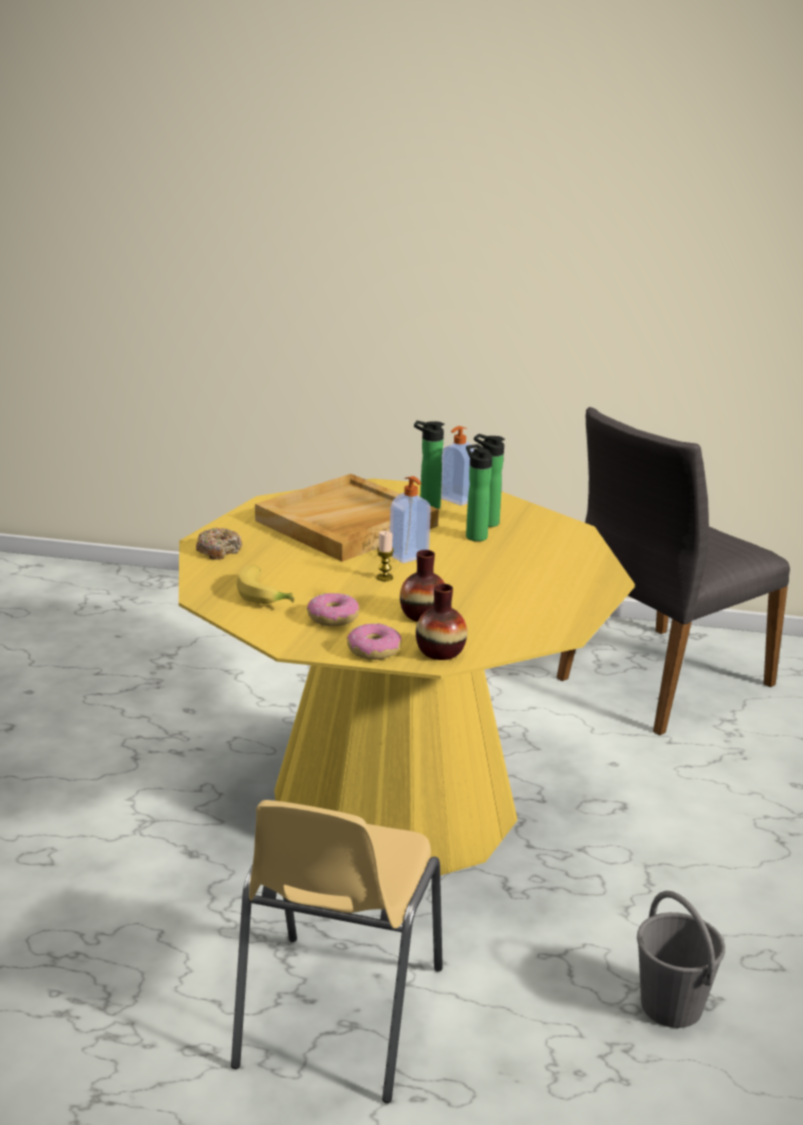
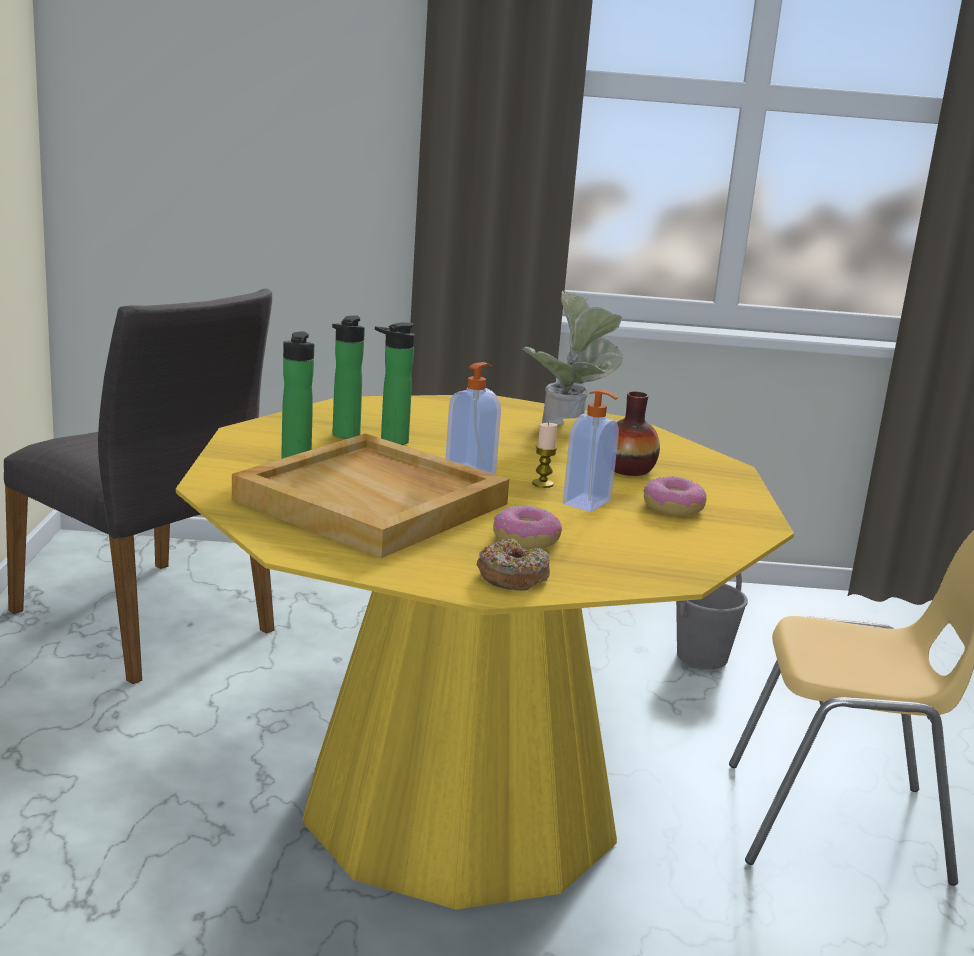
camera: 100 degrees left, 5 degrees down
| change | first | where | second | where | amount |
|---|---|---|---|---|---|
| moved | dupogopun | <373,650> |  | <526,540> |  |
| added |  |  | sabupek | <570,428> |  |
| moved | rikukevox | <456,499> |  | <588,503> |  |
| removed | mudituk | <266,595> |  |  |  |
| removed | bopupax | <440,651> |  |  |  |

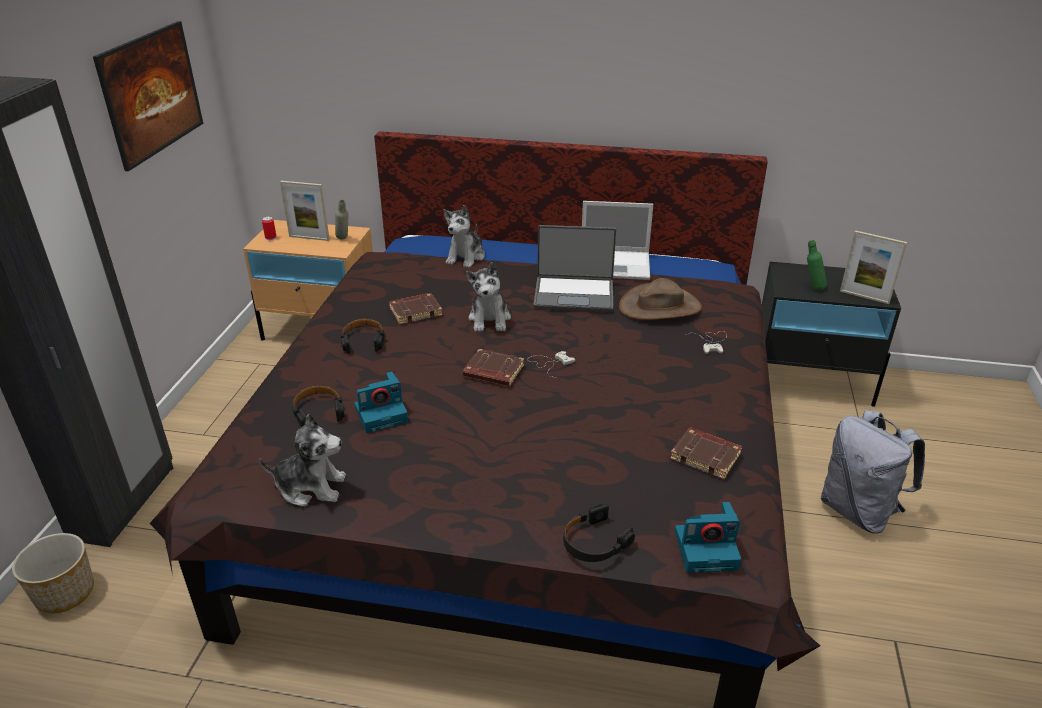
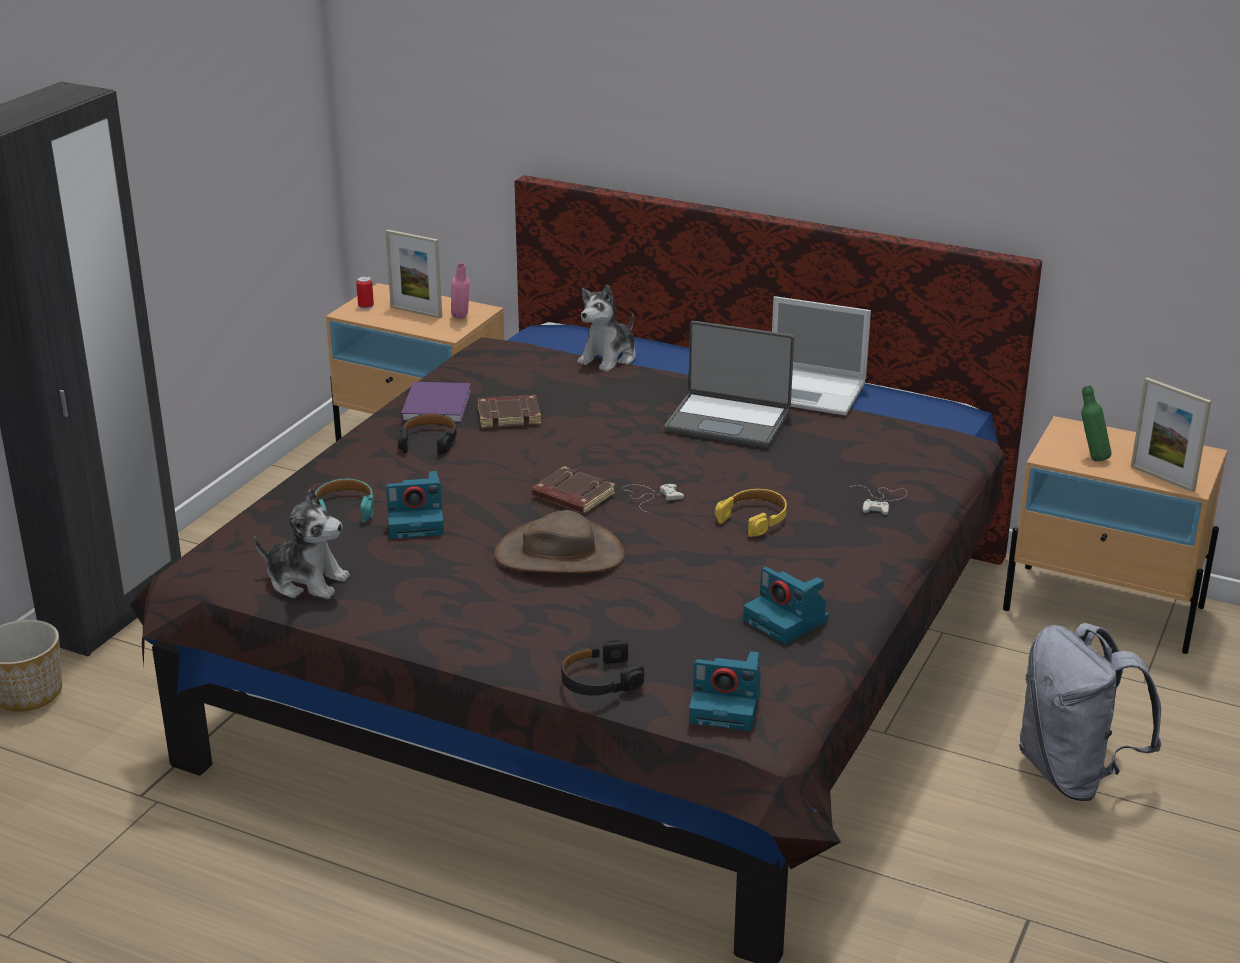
camera: 15 degrees right, 5 degrees down
| change | first | where | second | where | amount |
|---|---|---|---|---|---|
| recoloured | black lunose | <318,411> | turquoise lunose | <344,509> |  |
| added |  |  | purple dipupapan | <437,404> |  |
| recoloured | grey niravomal | <344,240> | pink niravomal | <461,319> |  |
| moved | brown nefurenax | <660,307> |  | <559,554> |  |
| added |  |  | yellow lunose | <754,518> |  |
| replaced | brown dipupapan | <706,456> | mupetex | <787,620> |  |
| recoloured | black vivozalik | <809,382> | beige vivozalik | <1104,608> |  |
| removed | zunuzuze | <158,120> |  |  |  |
| removed | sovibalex | <490,319> |  |  |  |

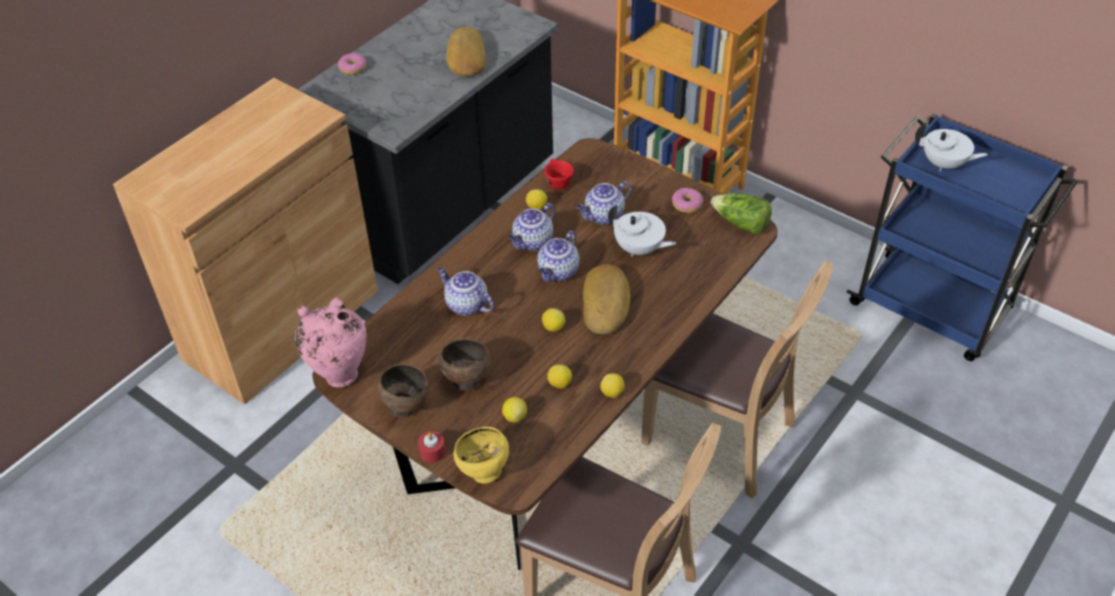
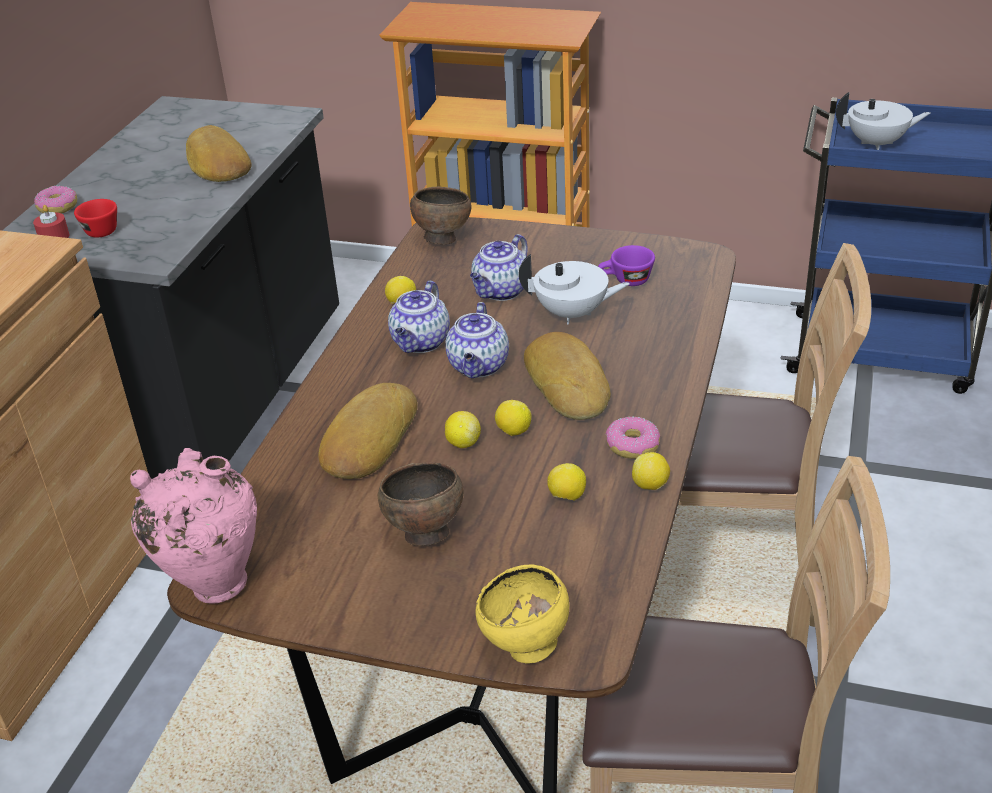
camera: 20 degrees left, 10 degrees down
| change | first | where | second | where | amount |
|---|---|---|---|---|---|
| moved | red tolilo | <432,451> |  | <54,237> |  |
| moved | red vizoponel | <557,181> |  | <98,230> |  |
| replaced | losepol | <465,305> | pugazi | <367,440> |  |
| moved | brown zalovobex | <405,406> |  | <442,239> |  |
| moved | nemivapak | <514,416> |  | <463,443> |  |
| added |  |  | purple vizoponel | <626,281> |  |
| moved | dupogopun | <686,205> |  | <632,445> |  |
| removed | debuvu | <741,224> |  |  |  |

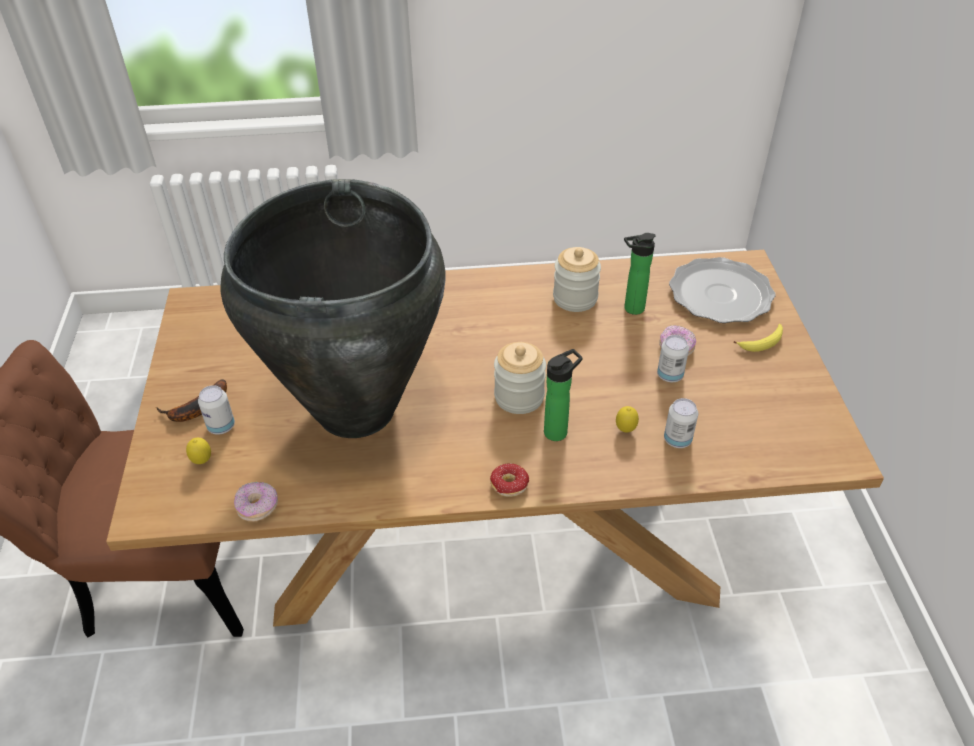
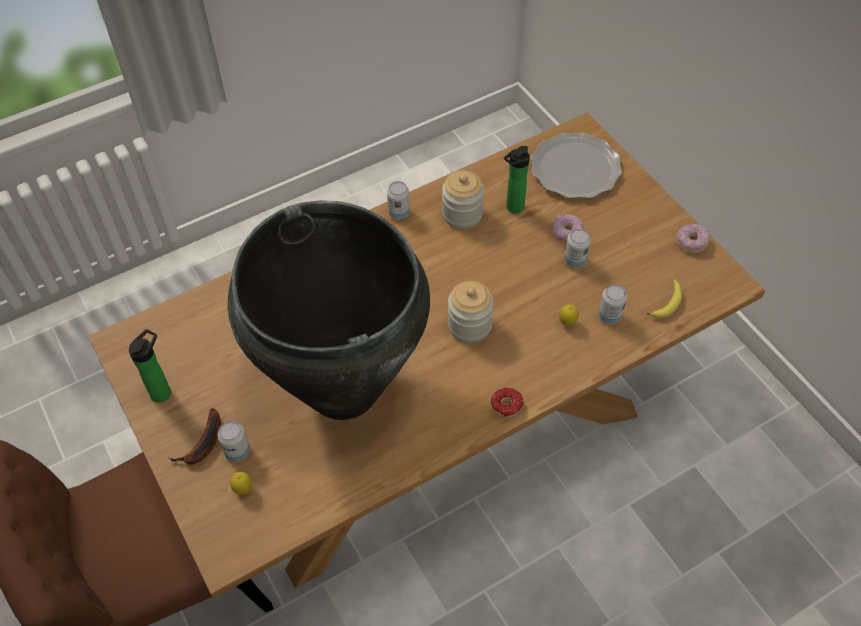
camera: 25 degrees left, 10 degrees up
| change | first | where | second | where | amount |
|---|---|---|---|---|---|
| moved | niravomal | <558,431> |  | <163,391> |  |
| added |  |  | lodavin | <399,213> |  |
| moved | mudituk | <762,342> |  | <667,303> |  |
| moved | dupogopun | <258,507> |  | <691,243> |  |

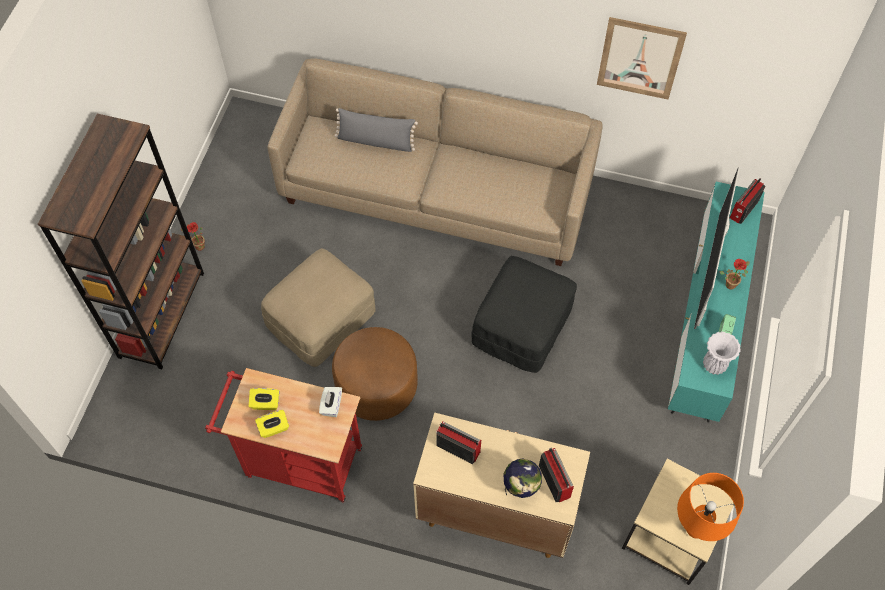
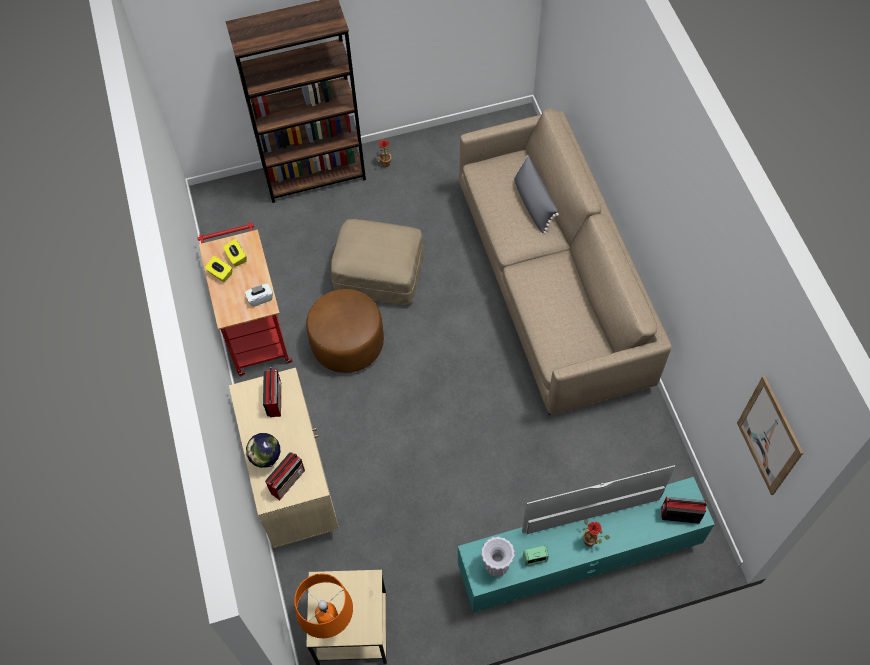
camera: 60 degrees right, 0 degrees up
| change | first | where | second | where | amount |
|---|---|---|---|---|---|
| moved | zunuzuze | <640,58> |  | <769,436> |  |
| removed | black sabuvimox | <522,326> |  |  |  |

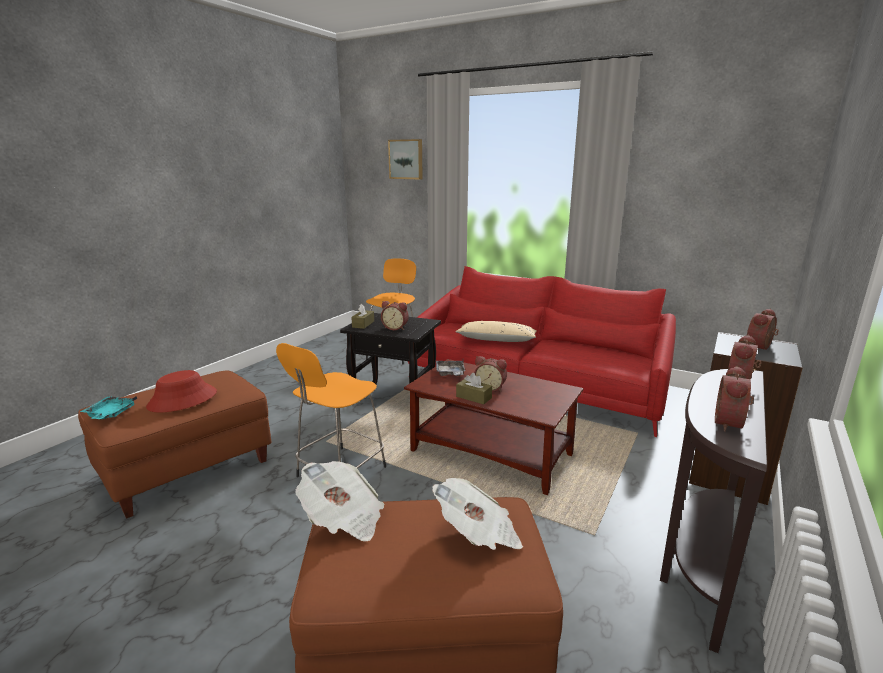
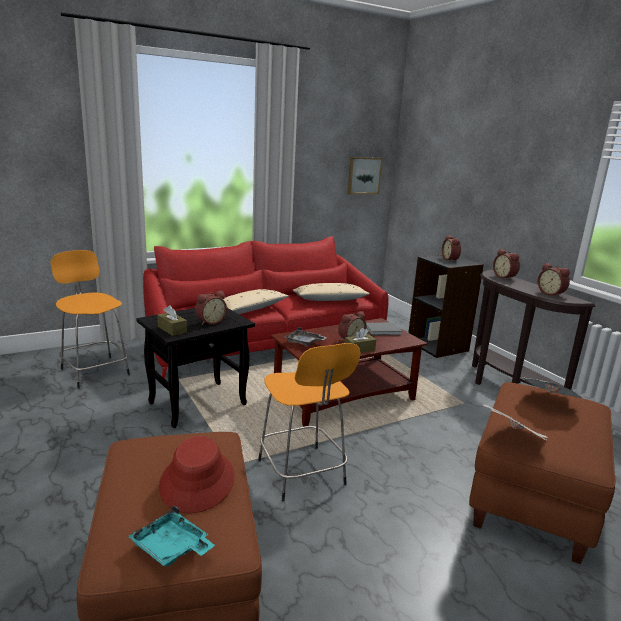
camera: 60 degrees left, 0 degrees up
| change | first | where | second | where | amount |
|---|---|---|---|---|---|
| added |  |  | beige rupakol | <329,300> |  |
| moved | zunuzuze | <406,159> |  | <363,175> |  |
| added |  |  | grey dipupapan | <384,330> |  |

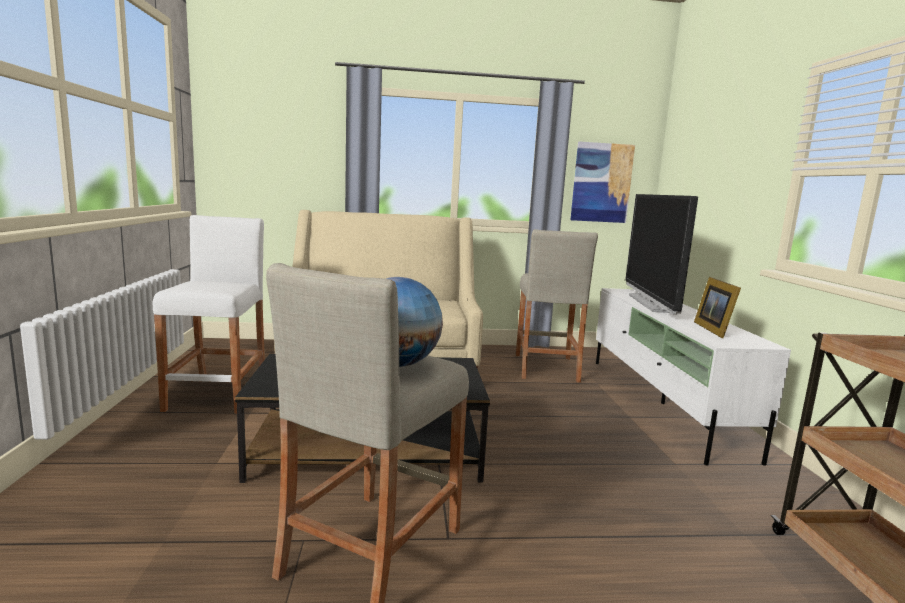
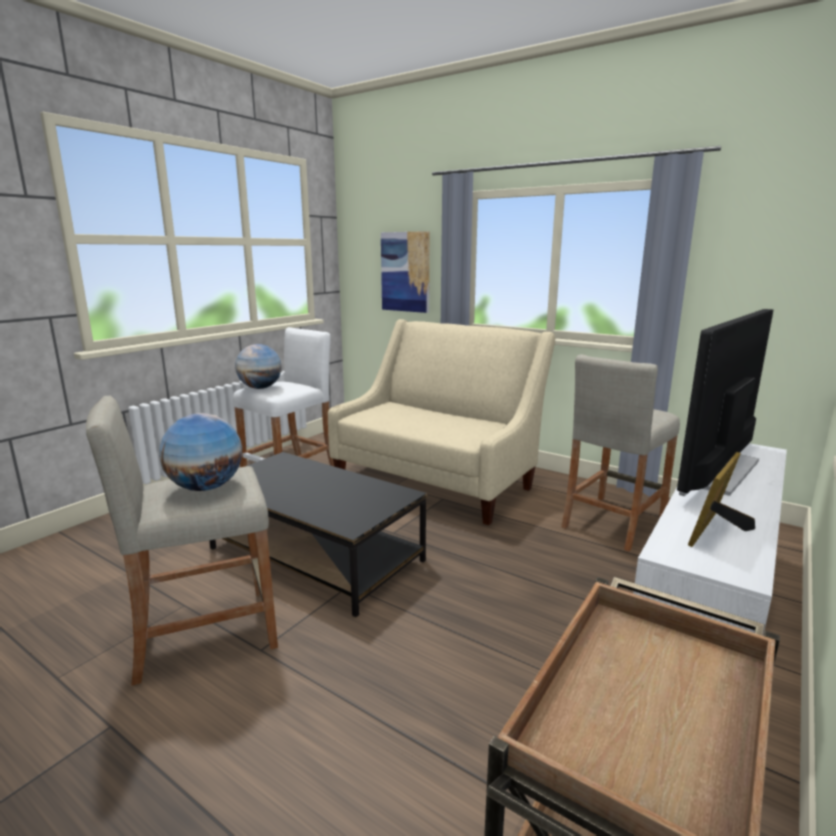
camera: 40 degrees right, 5 degrees up
| change | first | where | second | where | amount |
|---|---|---|---|---|---|
| added |  |  | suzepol | <260,388> |  |
| moved | zunuzuze | <601,183> |  | <405,272> |  |

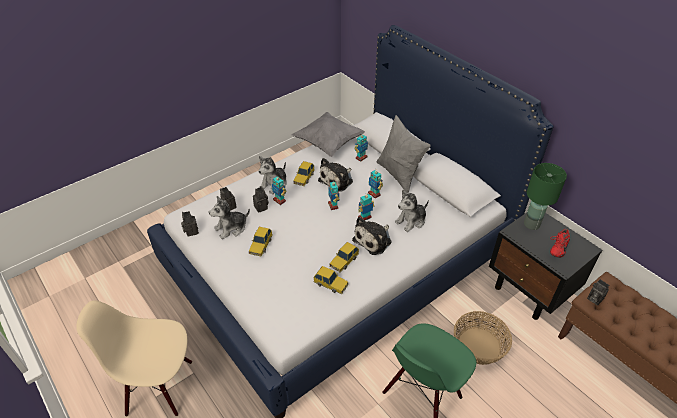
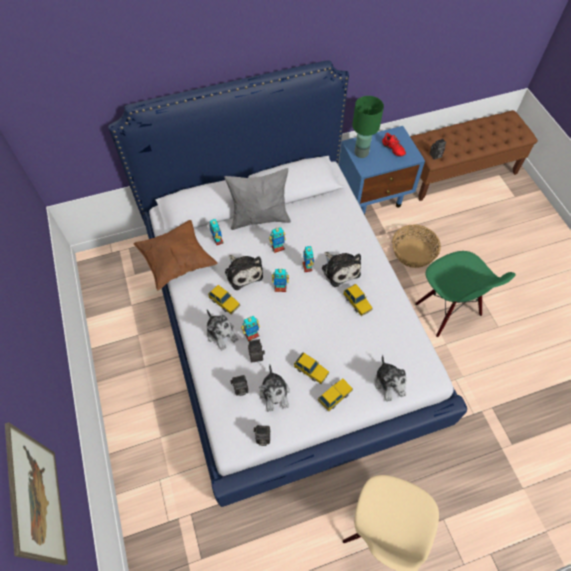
camera: 70 degrees left, 15 degrees up
| change | first | where | second | where | amount |
|---|---|---|---|---|---|
| added |  |  | zunuzuze | <35,497> |  |
| recoloured | grey rupakol | <328,143> | brown rupakol | <177,261> |  |
| moved | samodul | <331,284> |  | <335,395> |  |
| recoloured | black vivozalik | <530,291> | blue vivozalik | <373,196> |  |
| moved | sovibalex | <411,221> |  | <389,383> |  |

